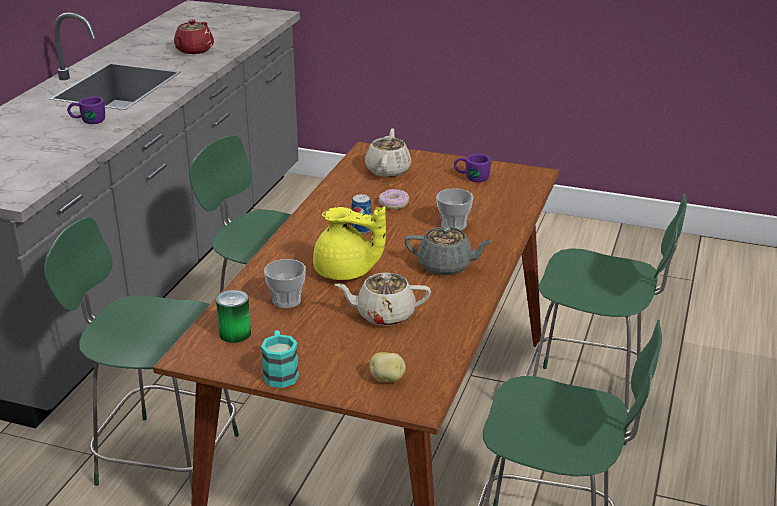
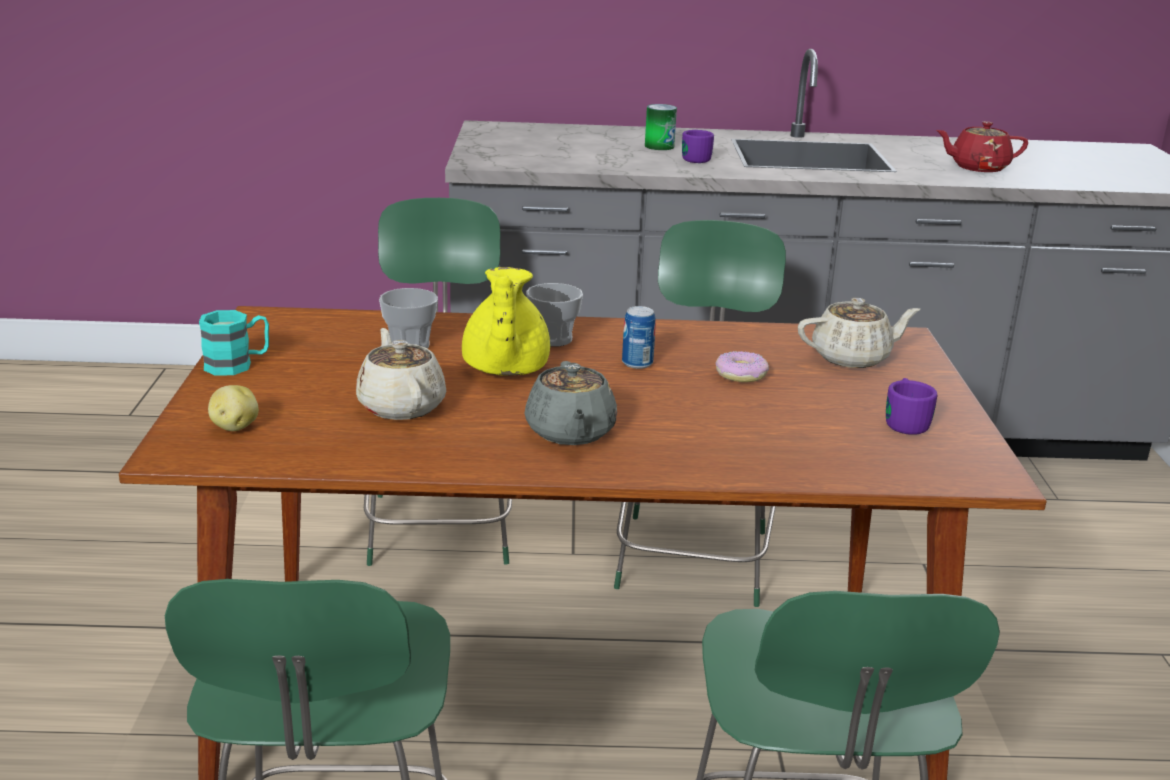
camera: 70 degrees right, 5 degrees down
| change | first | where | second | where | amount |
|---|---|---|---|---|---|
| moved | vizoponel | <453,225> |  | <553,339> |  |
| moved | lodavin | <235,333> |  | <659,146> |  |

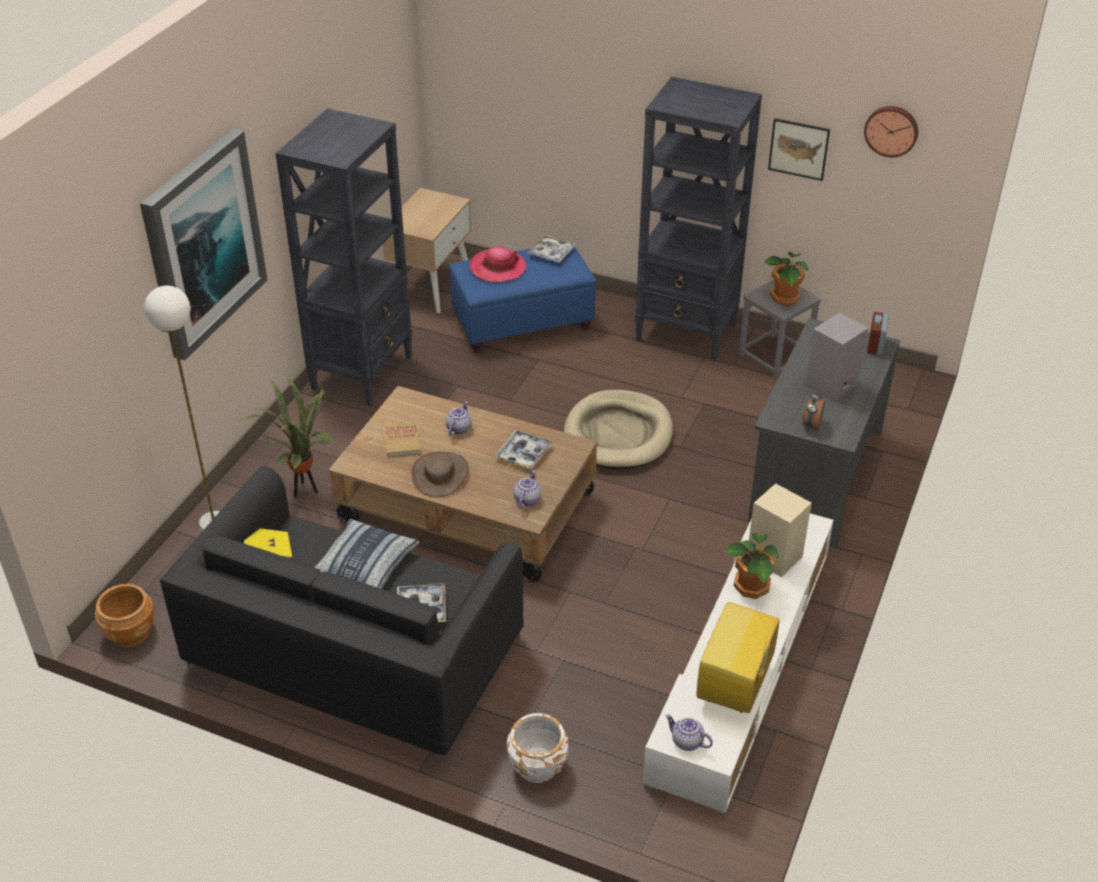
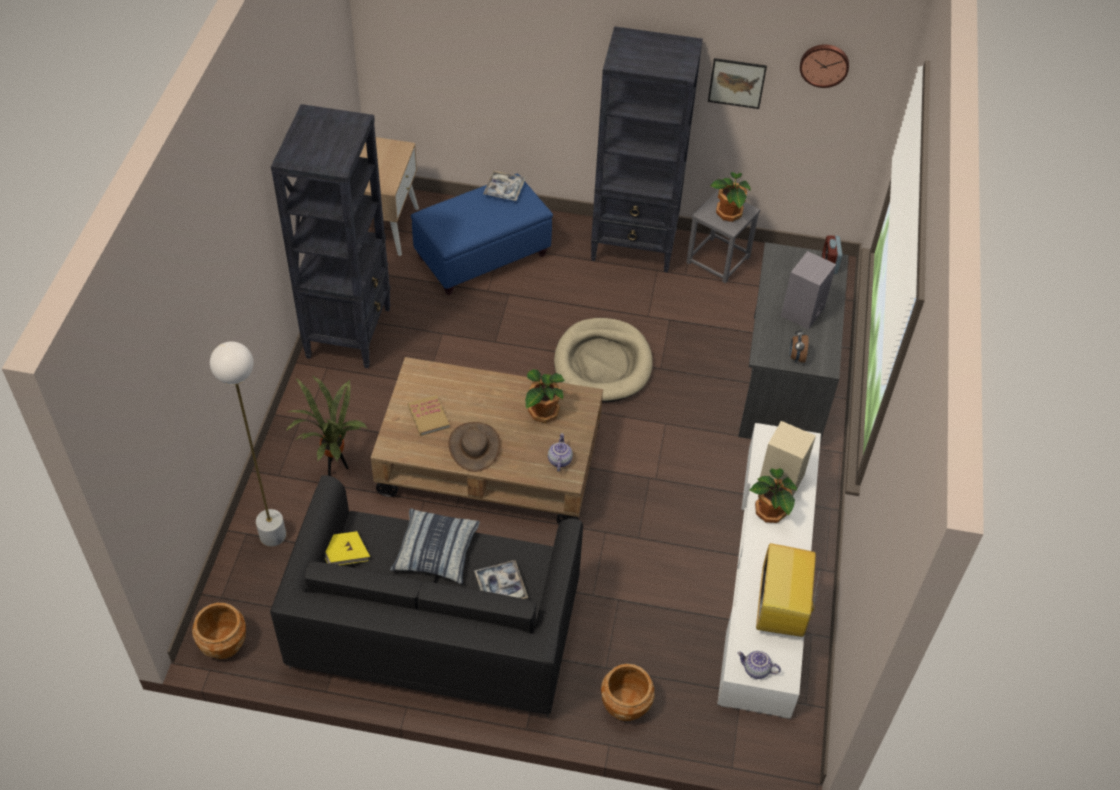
camera: 15 degrees left, 10 degrees up
| change | first | where | second | where | amount |
|---|---|---|---|---|---|
| replaced | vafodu | <524,453> | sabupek | <542,412> |  |
| recoloured | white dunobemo | <537,766> | brown dunobemo | <625,705> |  |
| removed | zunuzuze | <203,243> |  |  |  |
| removed | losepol | <458,428> |  |  |  |
| removed | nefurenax | <497,268> |  |  |  |

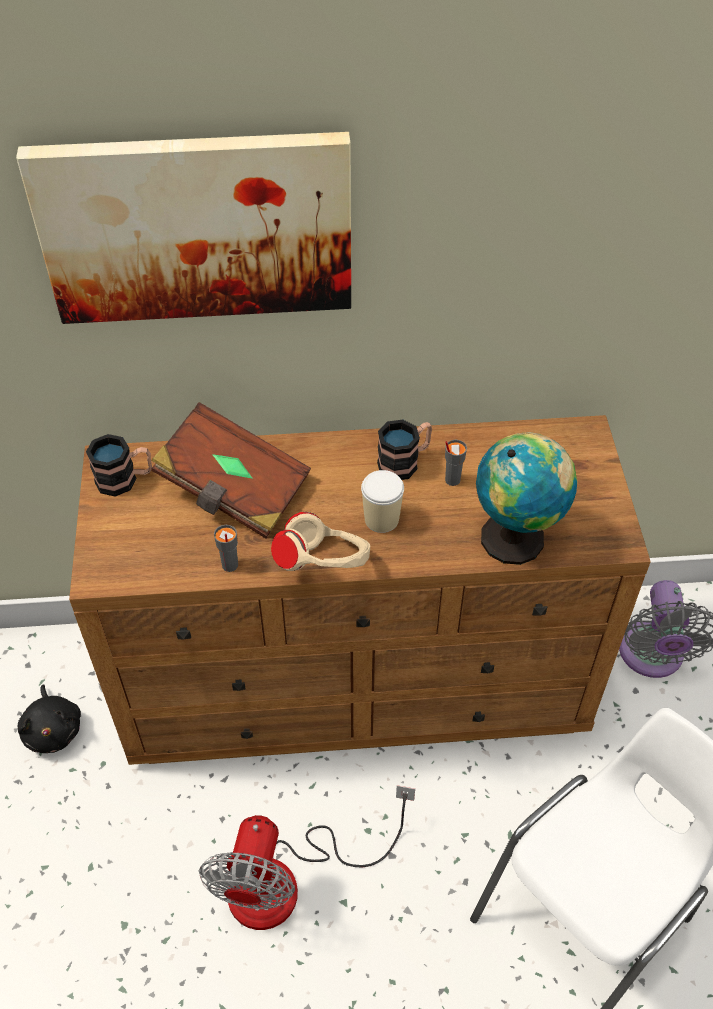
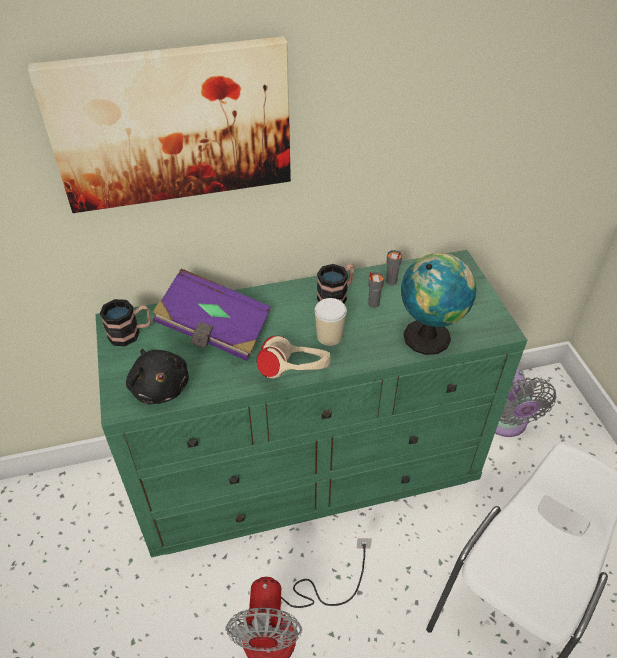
camera: 10 degrees left, 5 degrees down
| change | first | where | second | where | amount |
|---|---|---|---|---|---|
| recoloured | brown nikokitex | <359,682> | green nikokitex | <310,471> |  |
| moved | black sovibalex | <53,729> |  | <160,386> |  |
| recoloured | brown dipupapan | <233,490> | purple dipupapan | <215,330> |  |
| moved | grey vizoponel | <229,565> |  | <391,281> |  |

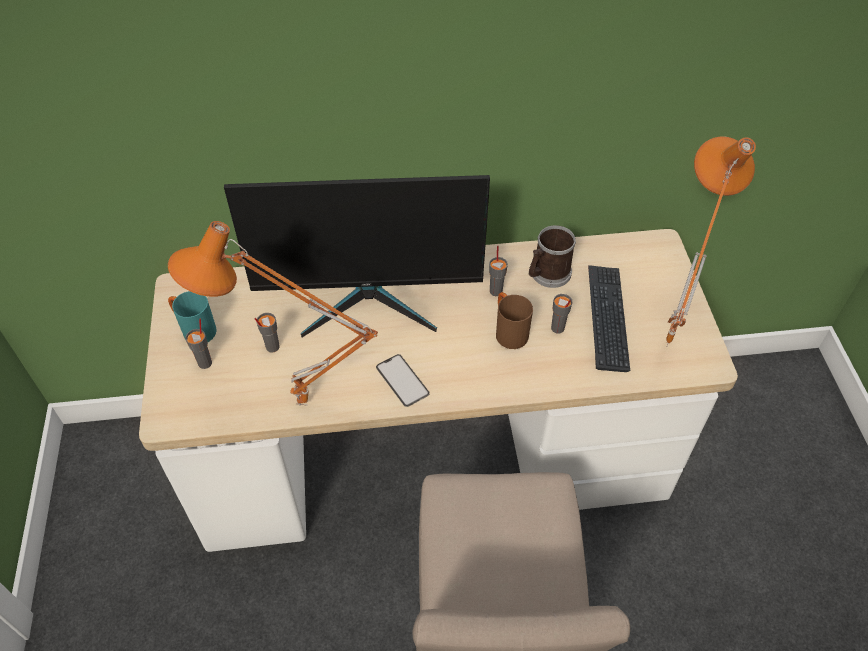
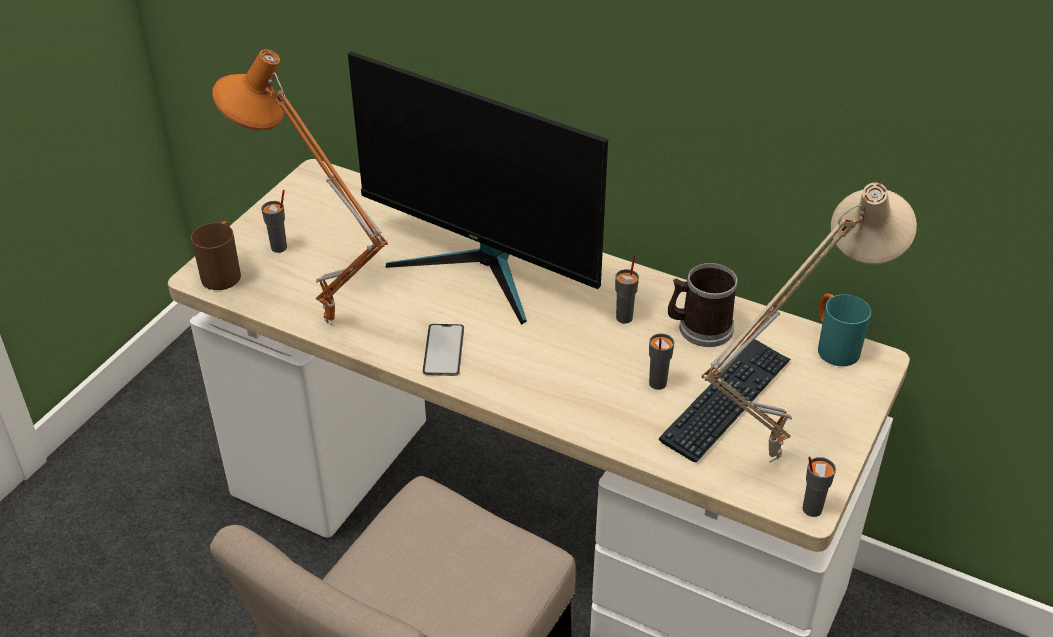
camera: 35 degrees right, 10 degrees down
| change | first | where | second | where | amount |
|---|---|---|---|---|---|
| moved | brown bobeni | <508,331> |  | <223,273> |  |
| recoloured | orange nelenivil | <663,341> | beige nelenivil | <771,455> |  |
| moved | grey vizoponel | <272,347> |  | <811,509> |  |
| moved | turquoise bobeni | <194,330> |  | <833,347> |  |

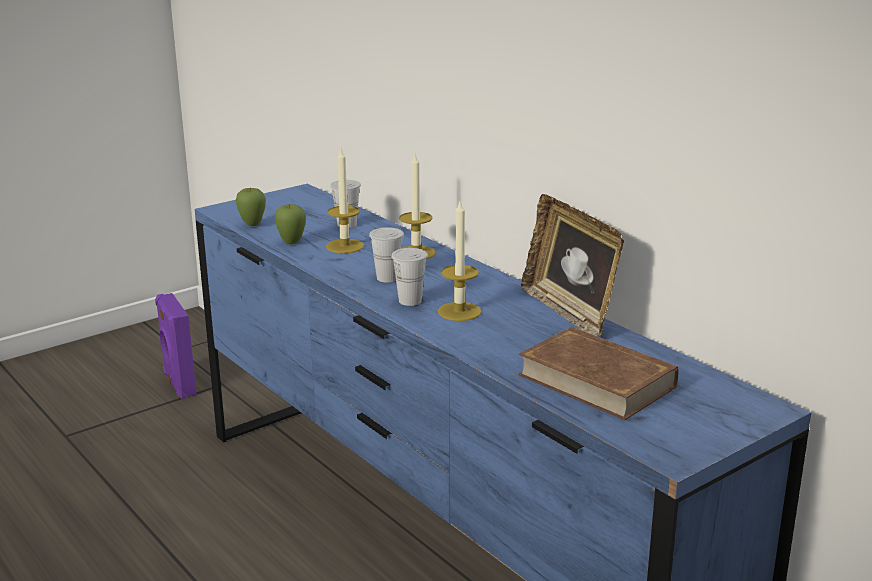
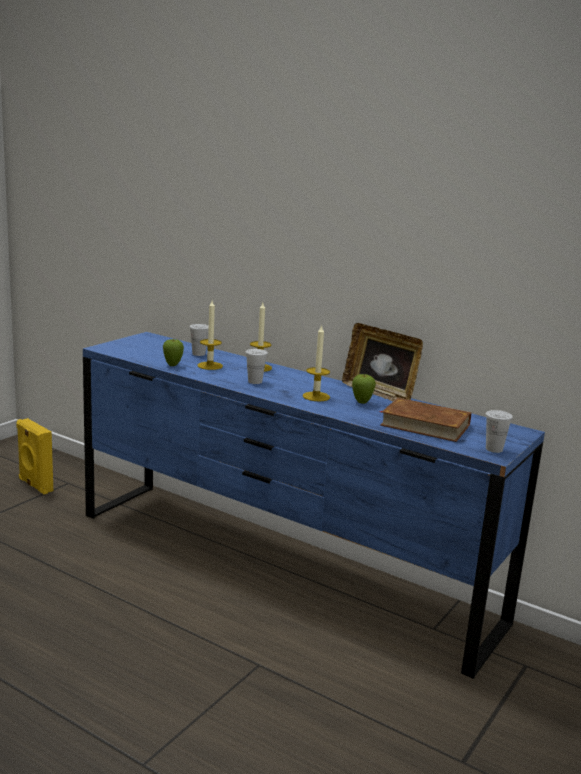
camera: 20 degrees left, 5 degrees down
| change | first | where | second | where | amount |
|---|---|---|---|---|---|
| recoloured | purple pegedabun | <178,384> | yellow pegedabun | <34,485> |  |
| moved | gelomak | <252,225> |  | <362,403> |  |
| moved | white vizoponel | <410,301> |  | <494,449> |  |

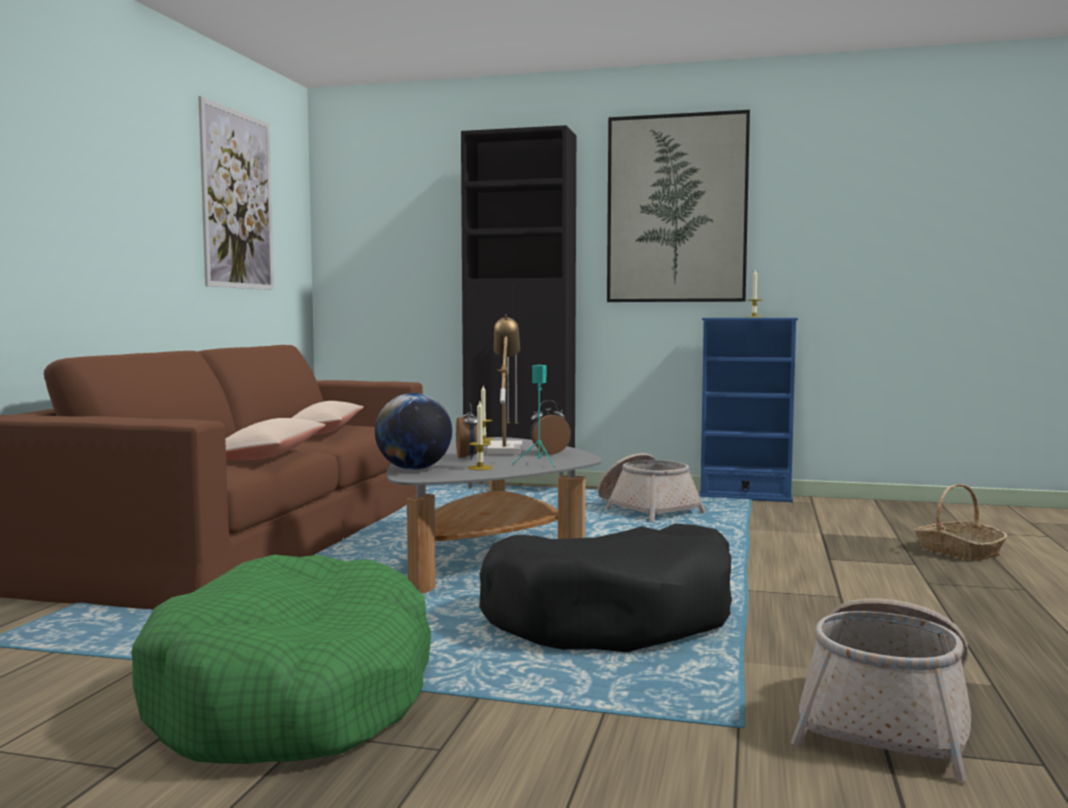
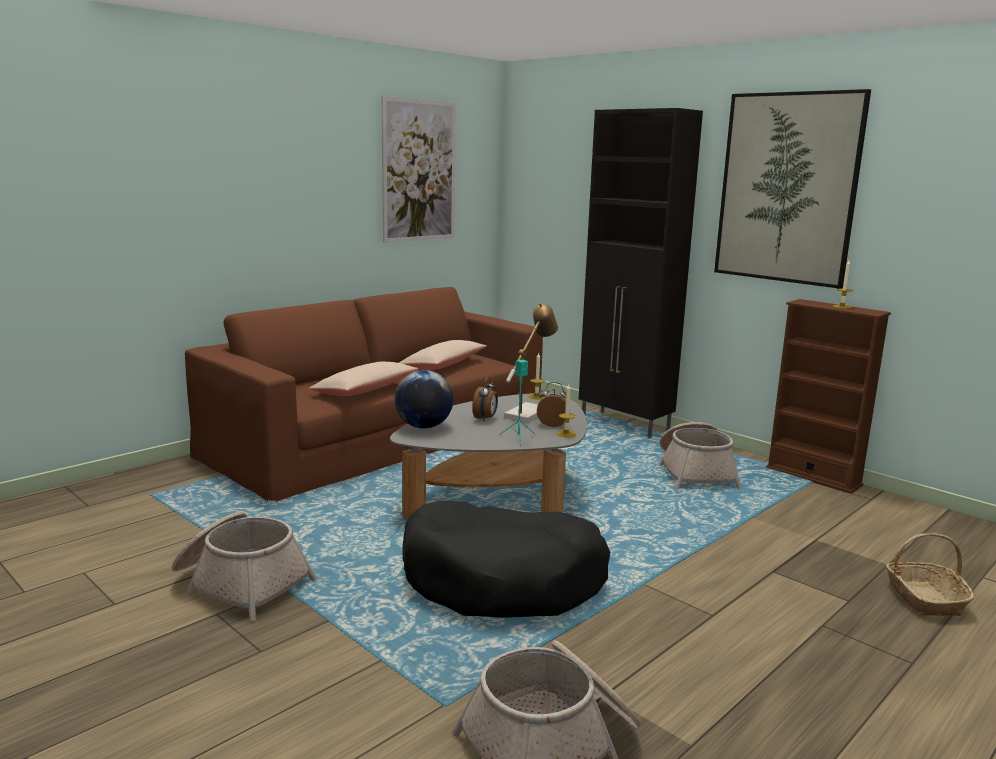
camera: 30 degrees right, 10 degrees up
| change | first | where | second | where | amount |
|---|---|---|---|---|---|
| replaced | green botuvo | <294,696> | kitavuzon | <240,583> |  |
| moved | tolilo | <480,468> |  | <566,434> |  |
| recoloured | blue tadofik | <745,497> | brown tadofik | <813,476> |  |

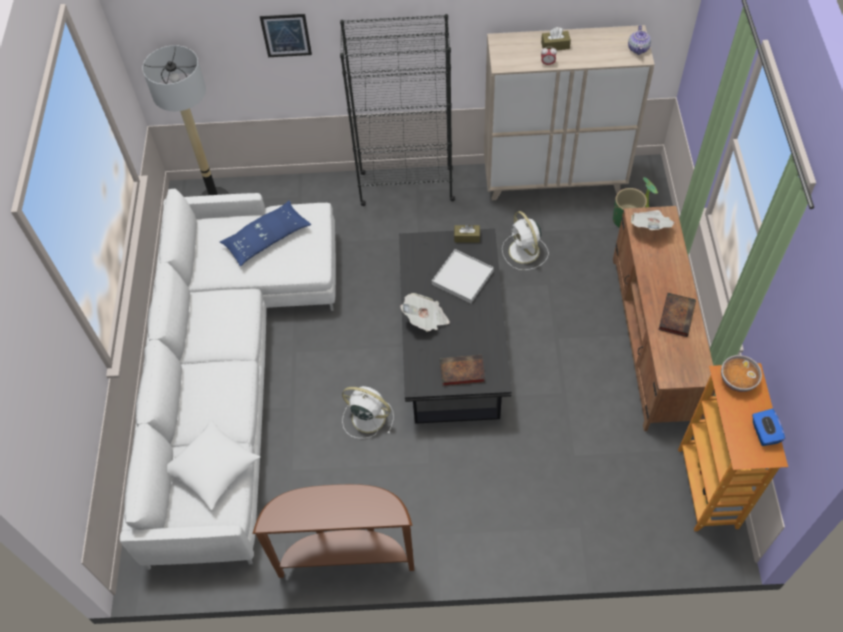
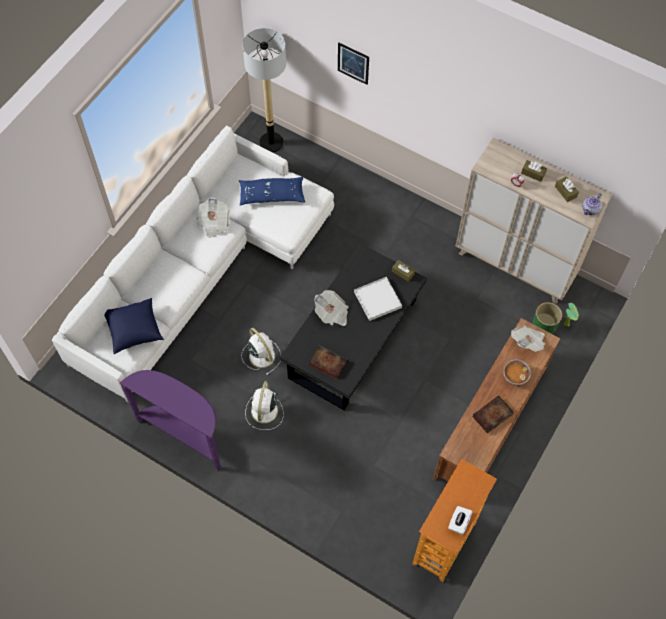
camera: 30 degrees right, 5 degrees up
| change | first | where | second | where | amount |
|---|---|---|---|---|---|
| recoloured | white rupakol | <214,470> | blue rupakol | <134,330> |  |
| recoloured | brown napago | <346,556> | purple napago | <185,435> |  |
| added |  |  | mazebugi | <214,223> |  |
| moved | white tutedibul | <524,252> |  | <264,412> |  |
| recoloured | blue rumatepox | <764,433> | white rumatepox | <459,523> |  |
| moved | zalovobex | <737,380> |  | <515,376> |  |
| added |  |  | brown rumatepox | <565,192> |  |
| removed | black tadofik | <406,186> |  |  |  |

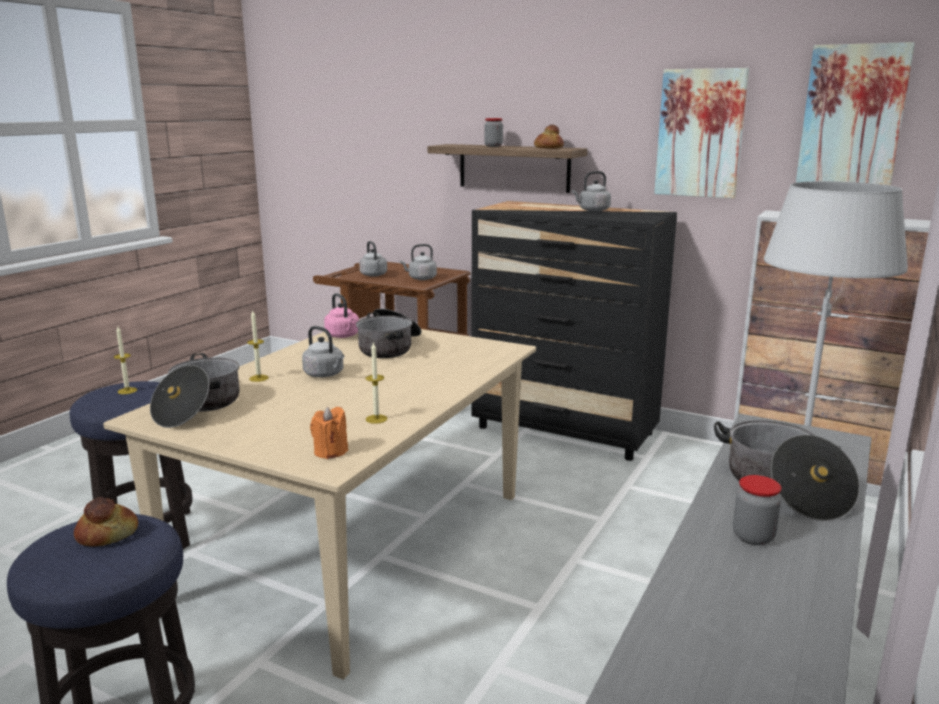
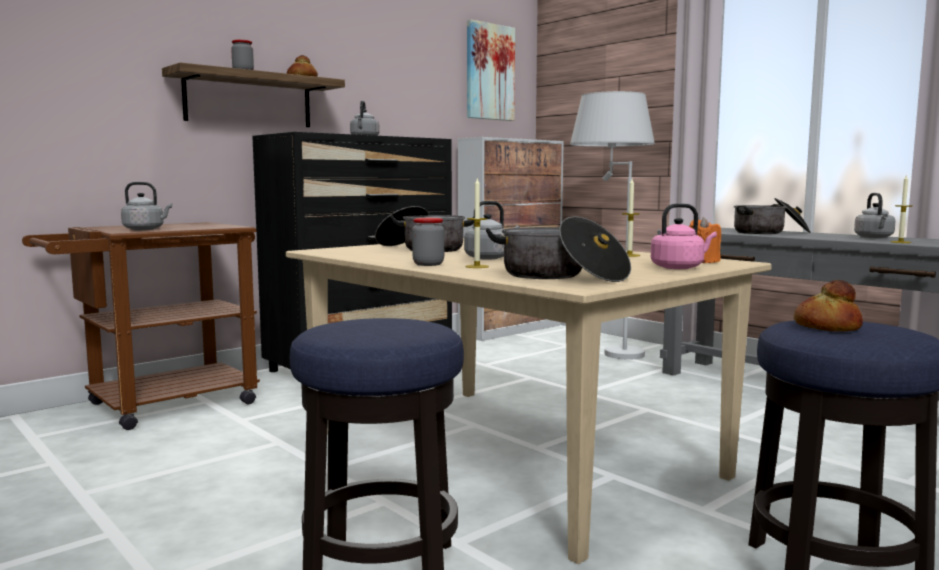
camera: 70 degrees left, 10 degrees down
| change | first | where | second | where | amount |
|---|---|---|---|---|---|
| moved | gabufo | <753,537> |  | <428,264> |  |
| moved | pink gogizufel | <343,336> |  | <679,267> |  |
| moved | grey gogizufel | <421,278> |  | <874,237> |  |
| moved | tolilo | <127,391> |  | <900,242> |  |
| removed | zunuzuze | <700,133> |  |  |  |

